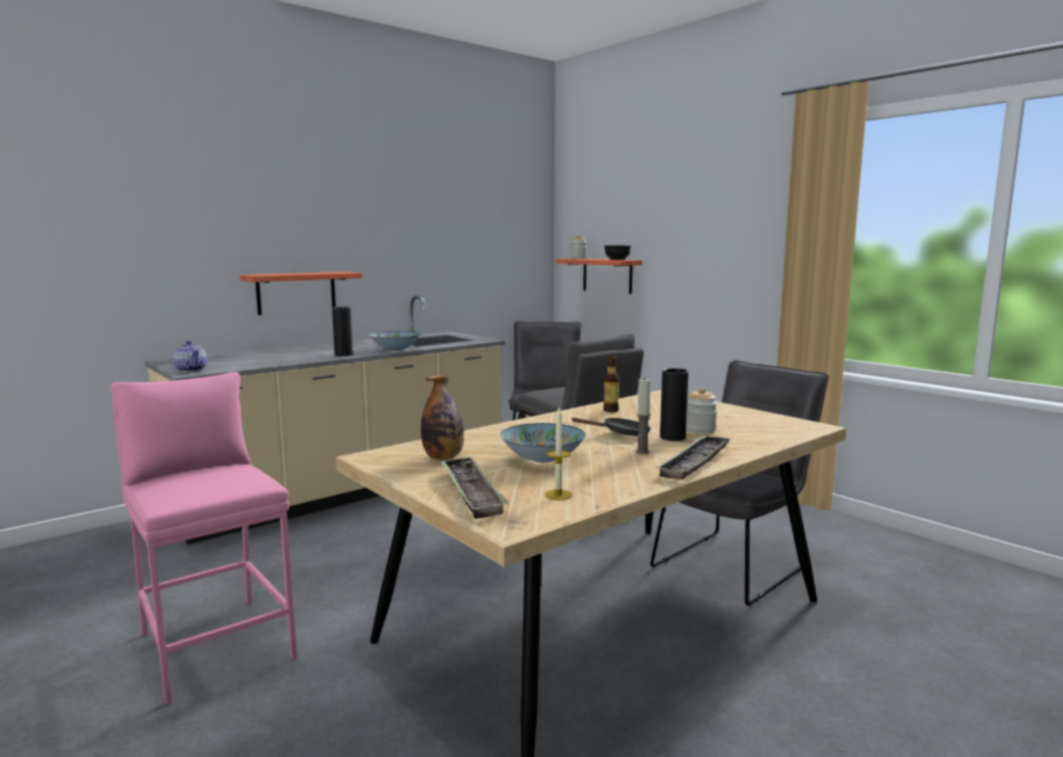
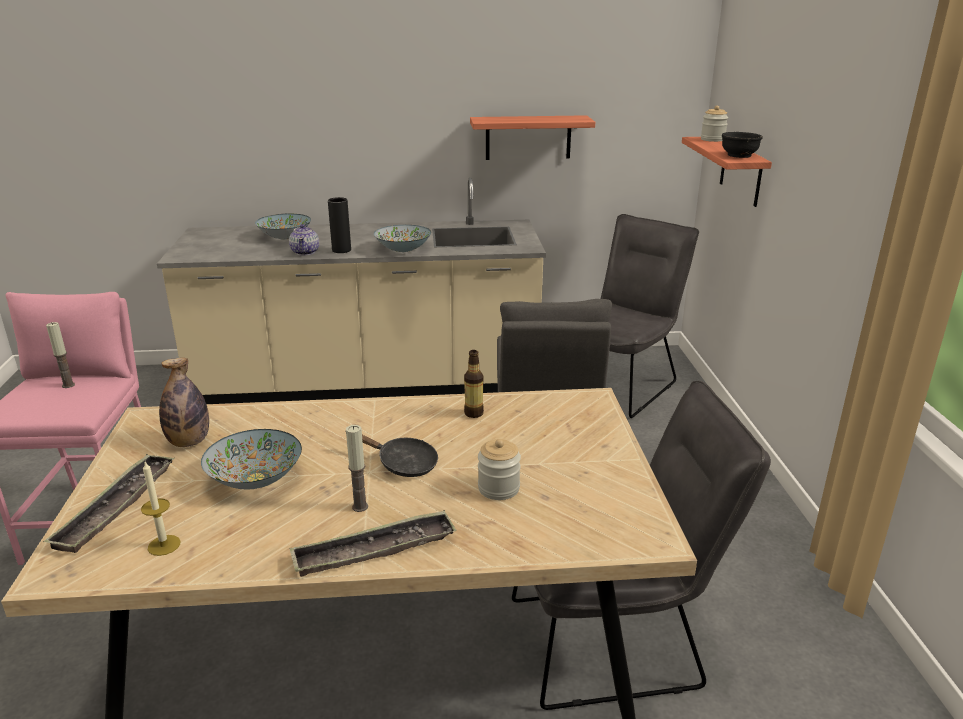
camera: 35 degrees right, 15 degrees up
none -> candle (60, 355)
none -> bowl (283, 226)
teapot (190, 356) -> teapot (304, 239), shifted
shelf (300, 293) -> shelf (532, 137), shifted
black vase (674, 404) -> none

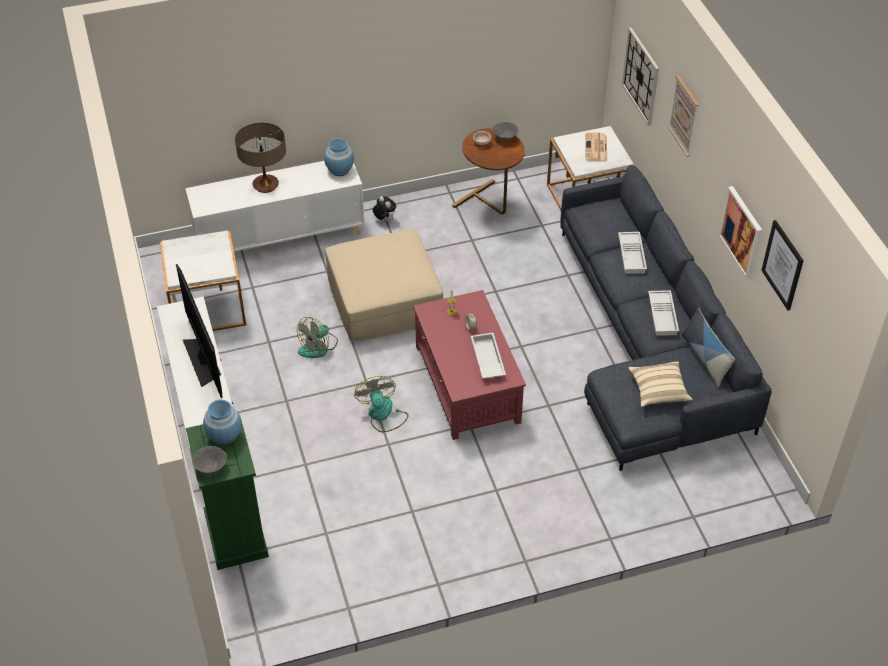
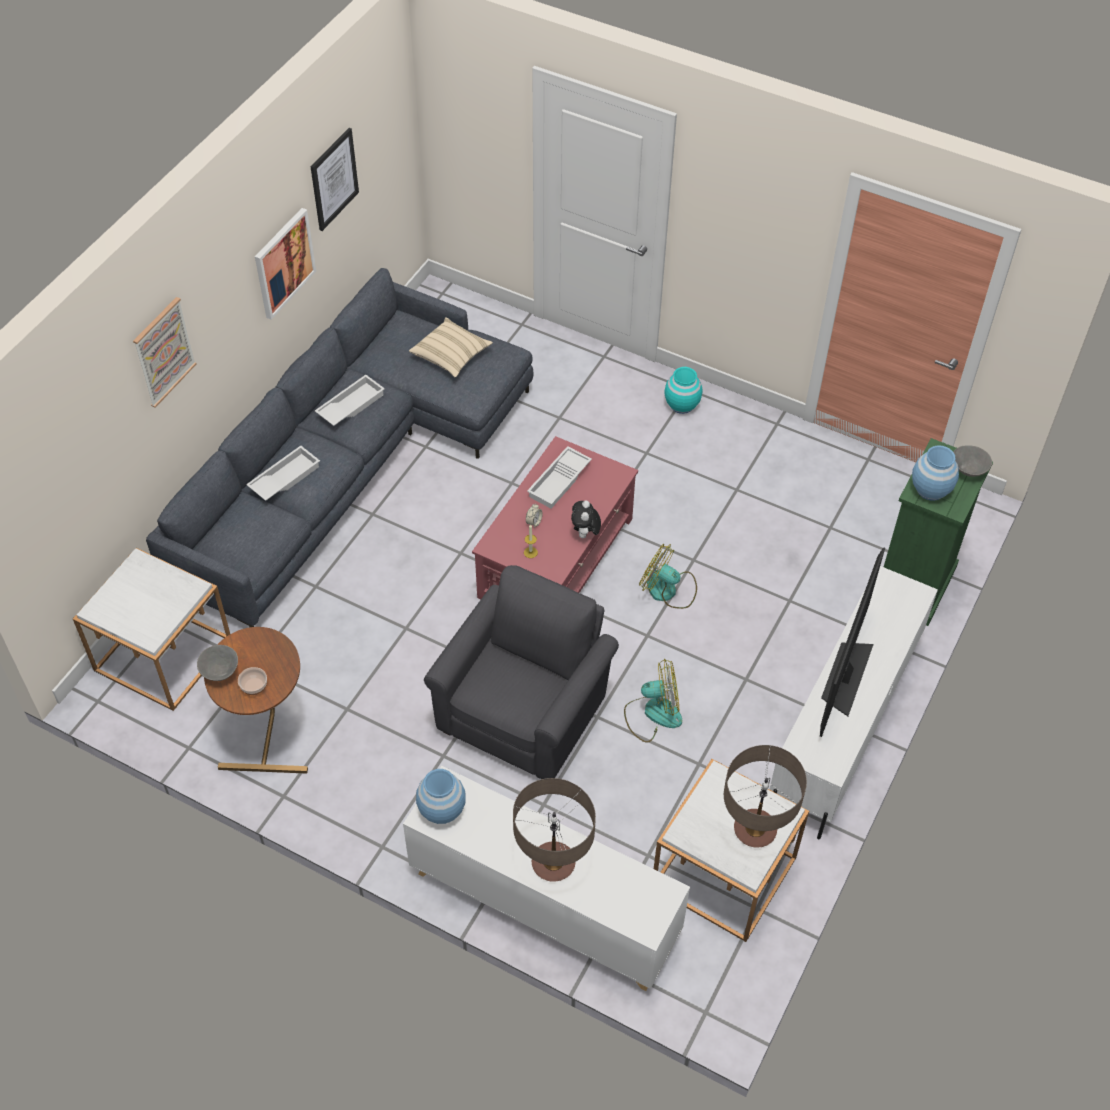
camera: 135 degrees left, 5 degrees up
beige ottoman (384, 285) -> grey armchair (521, 672)
plush toy (384, 208) -> plush toy (586, 519), shifted
fan (381, 404) -> fan (668, 576), 90 degrees clockwise
none -> turquoise vase (683, 390)
none -> table lamp (765, 796)
newspaper (596, 146) -> none
wall clock (640, 77) -> none
pillow (708, 347) -> none

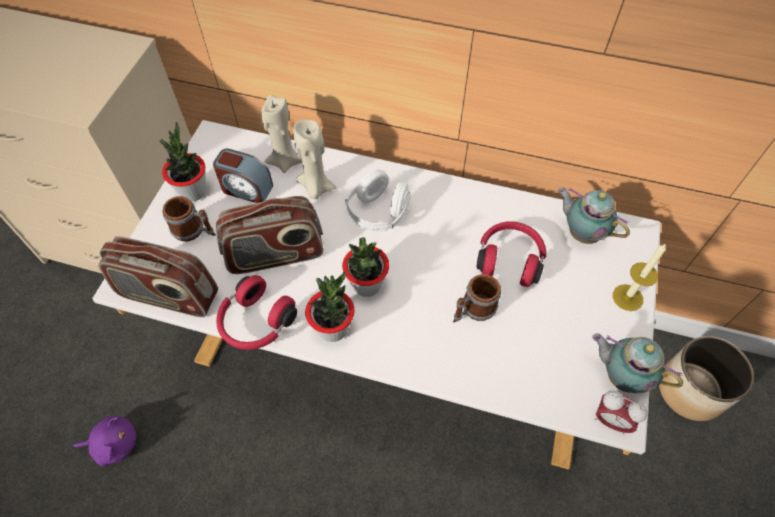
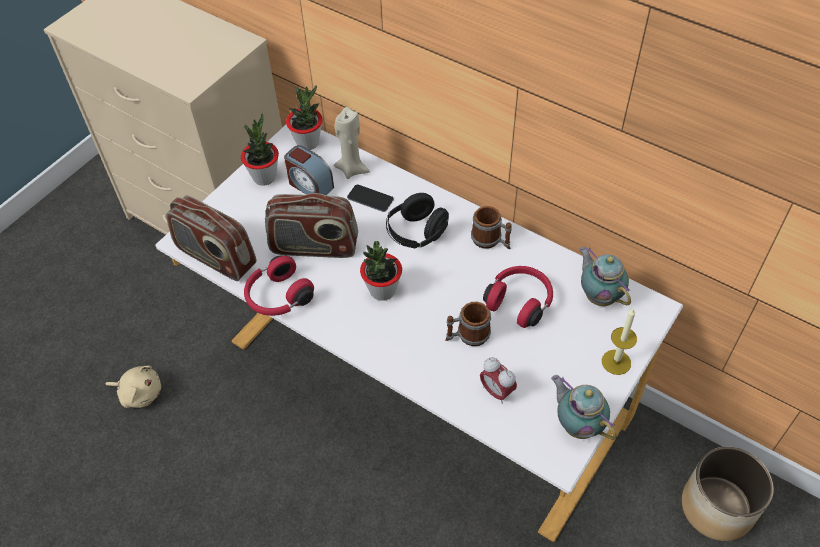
camera: 20 degrees right, 5 degrees down
purple plush toy (104, 440) -> beige plush toy (133, 387)
potted plant (329, 306) -> potted plant (304, 118), shifted
beige candle (314, 159) -> phone (370, 198)
white headphones (378, 200) -> black headphones (417, 221)
mug (189, 218) -> mug (491, 227), shifted
alarm clock (621, 412) -> alarm clock (498, 380), shifted

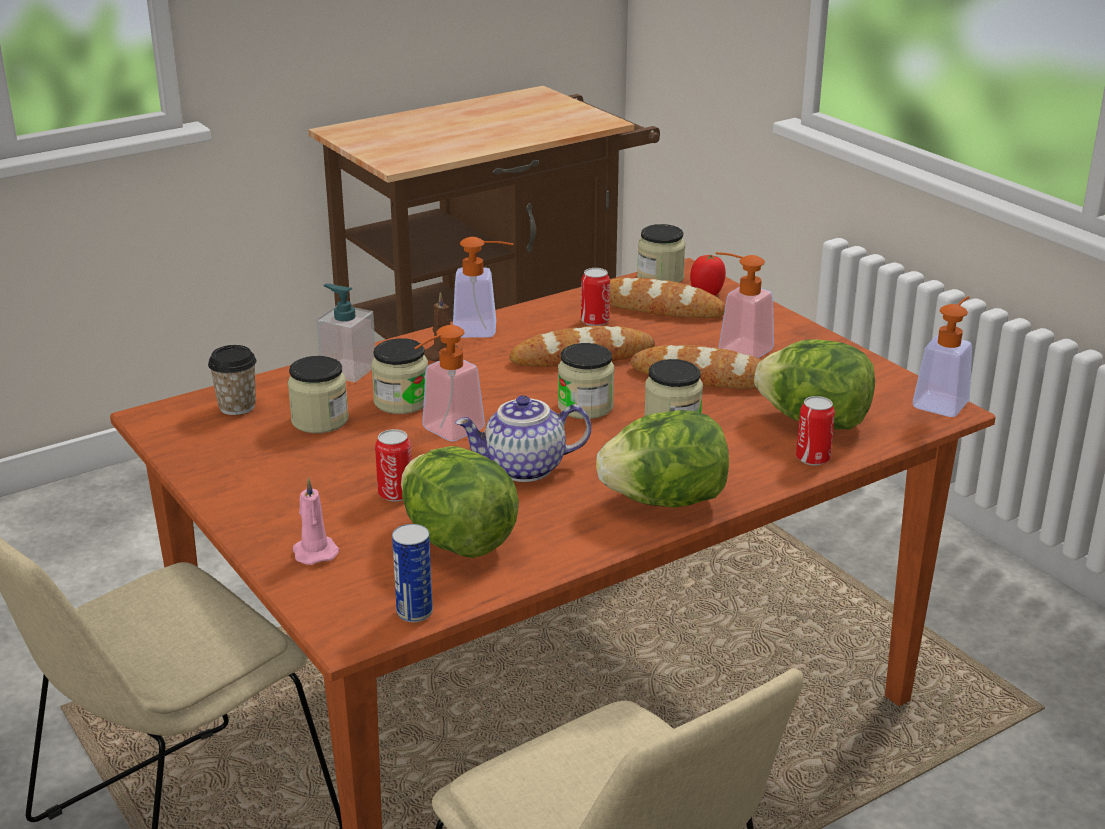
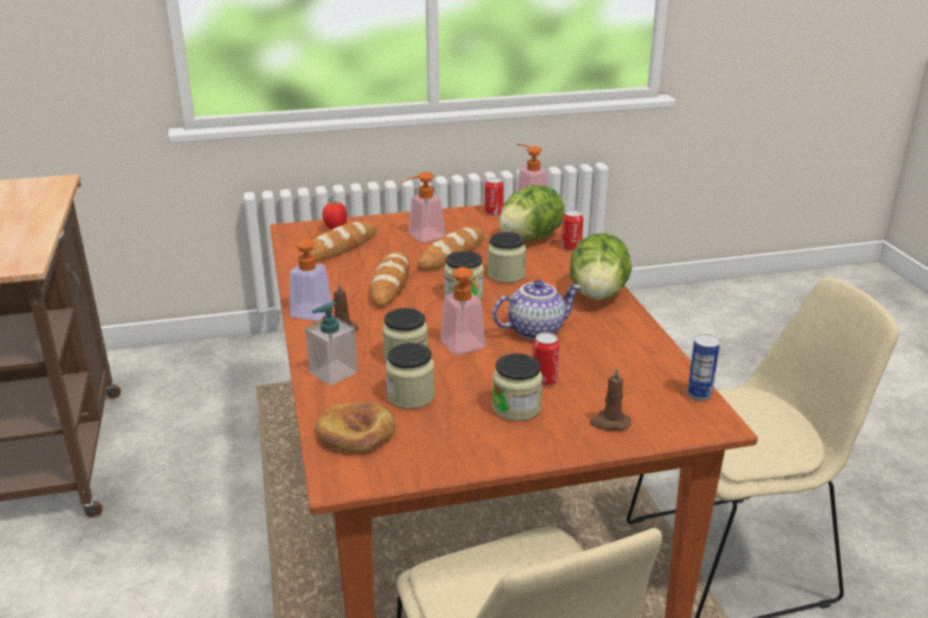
camera: 70 degrees left, 0 degrees up
cup (232, 380) -> bread (355, 427)
can (595, 297) -> can (494, 196), shifted
teapot (523, 438) -> teapot (536, 310), 120 degrees counterclockwise
jar (661, 253) -> jar (517, 387), shifted
pink candle (316, 521) -> brown candle (610, 399)
lettuce (460, 502) -> none

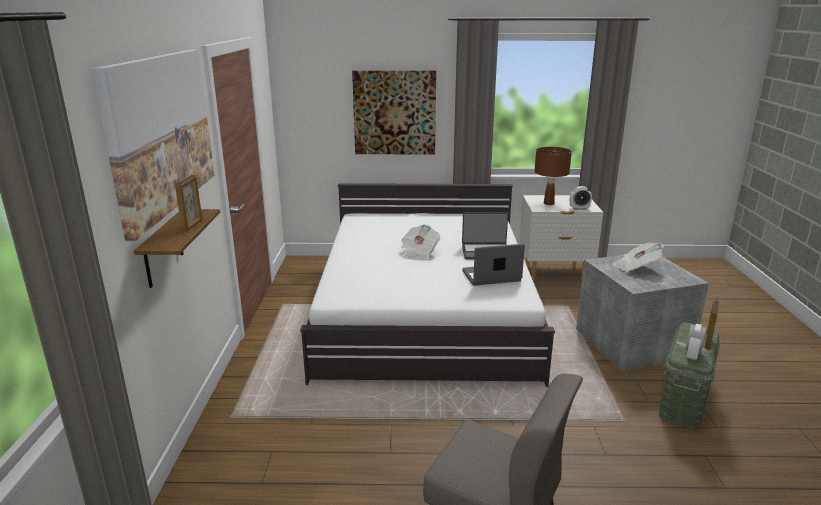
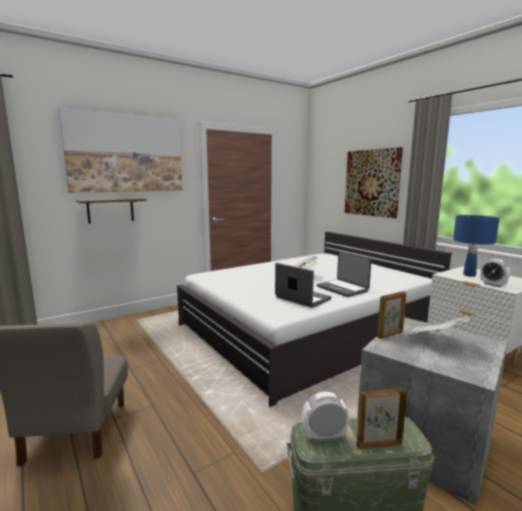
camera: 55 degrees right, 10 degrees down
picture frame (188, 203) -> picture frame (391, 315), shifted
brown table lamp (553, 176) -> blue table lamp (476, 246)

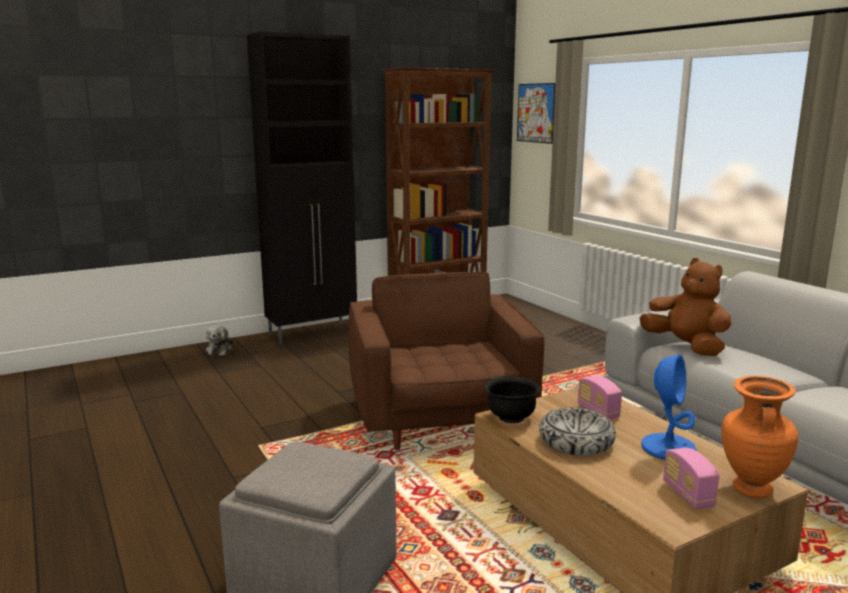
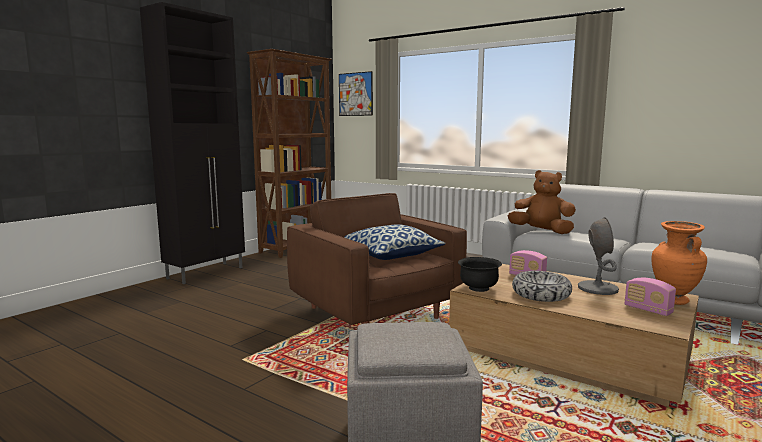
camera: 25 degrees left, 5 degrees down
none -> pillow (395, 242)
blue table lamp (668, 407) -> grey table lamp (598, 256)
plush toy (219, 340) -> none

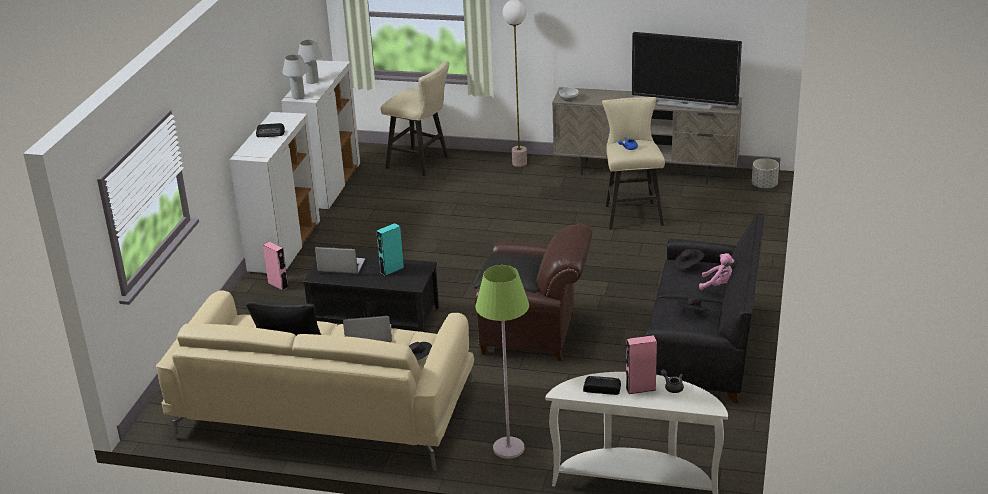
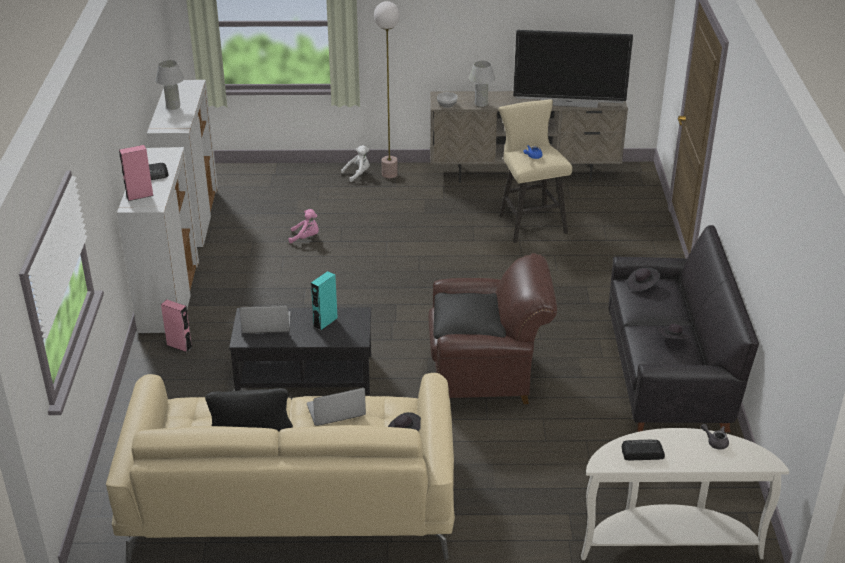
camera: 15 degrees left, 5 degrees up
pink speaker (641, 364) -> pink speaker (136, 173), shifted
pink plush toy (716, 271) -> pink plush toy (303, 226), shifted
none -> white plush toy (355, 163)
white table lamp (295, 76) -> white table lamp (482, 84), shifted
beige stool (415, 118) -> none
green floor lamp (502, 362) -> none
grey planter (765, 173) -> none

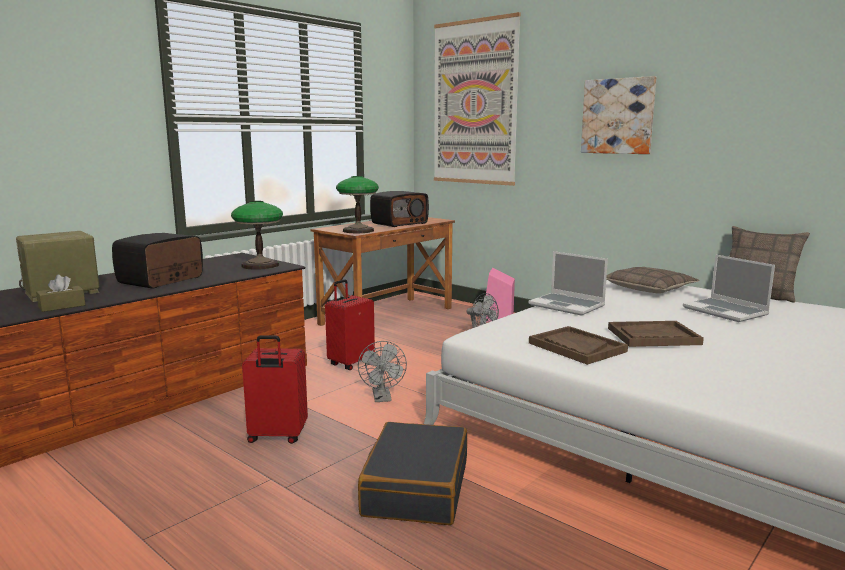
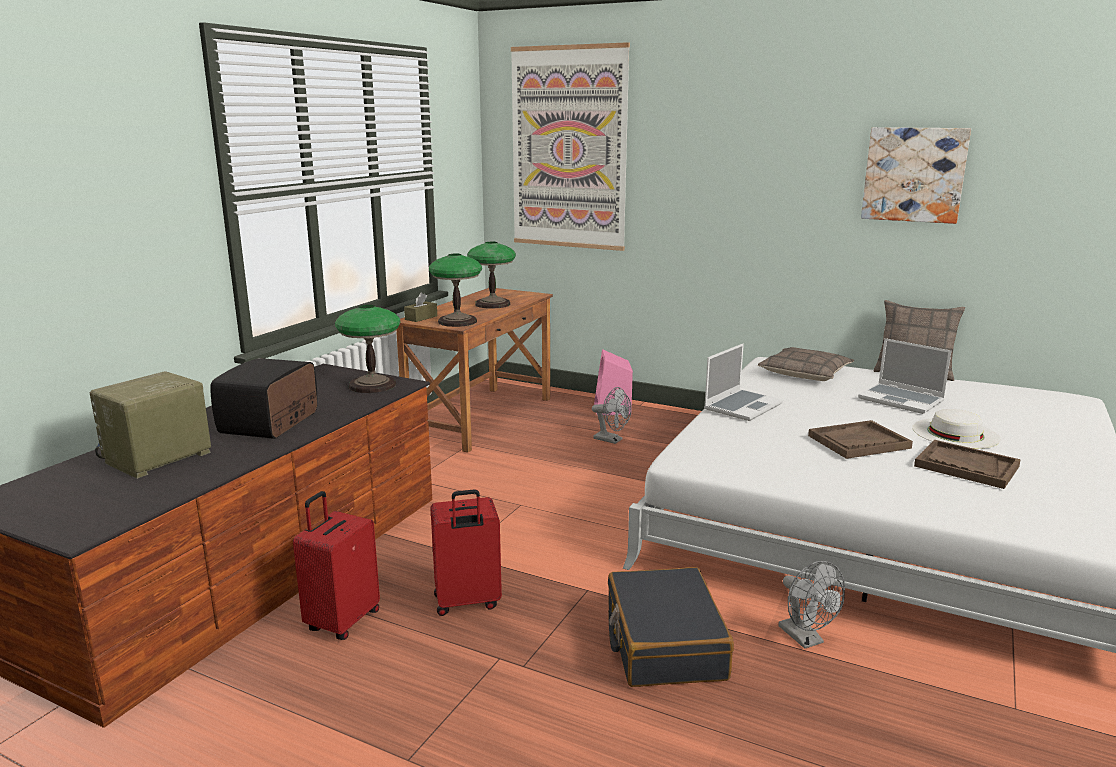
camera: 15 degrees left, 5 degrees up
red suitcase (350, 324) -> red suitcase (336, 565), shifted
brown tissue box (60, 293) -> brown tissue box (420, 307), shifted
radio (399, 209) -> table lamp (491, 275)
laptop (568, 283) -> laptop (743, 382), 75 degrees counterclockwise
grey fan (382, 371) -> grey fan (812, 605), shifted
picture (618, 115) -> picture (916, 175), shifted
none -> white hat (956, 429)
brown tray (578, 345) -> brown tray (967, 464), shifted

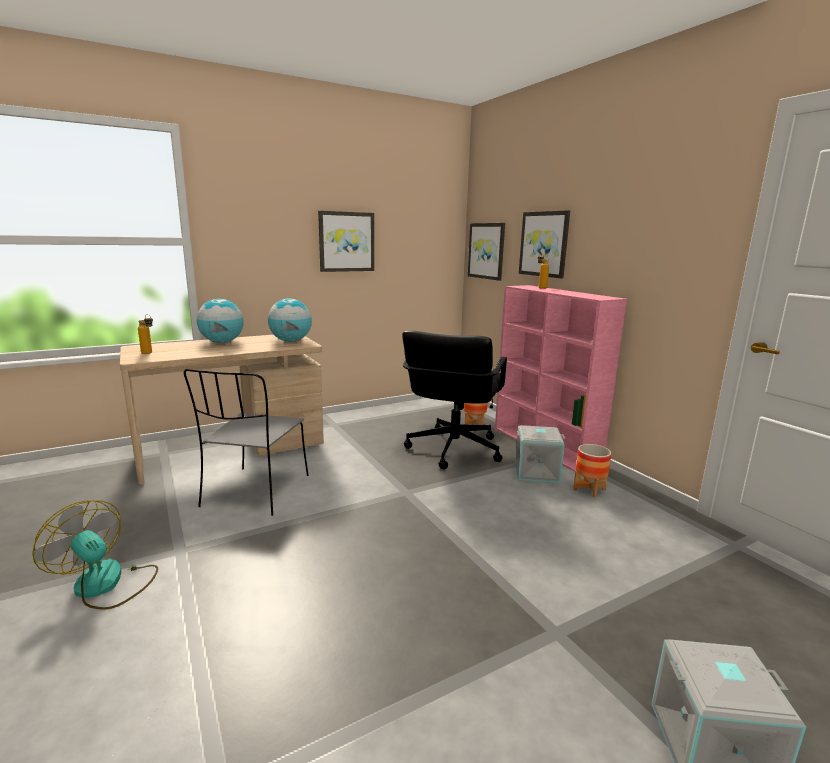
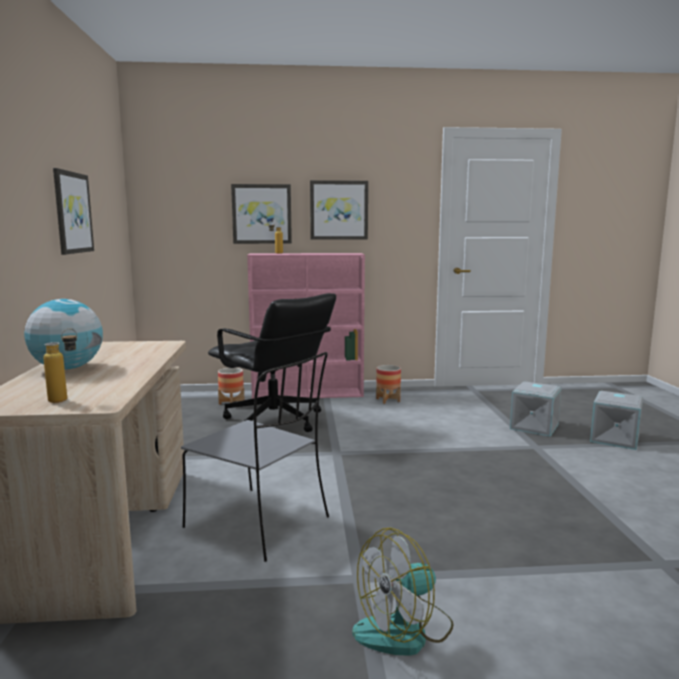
camera: 65 degrees left, 5 degrees down
picture (486, 252) -> picture (339, 210), shifted
grey storage box (540, 454) -> grey storage box (535, 409), shifted
globe (290, 320) -> none

